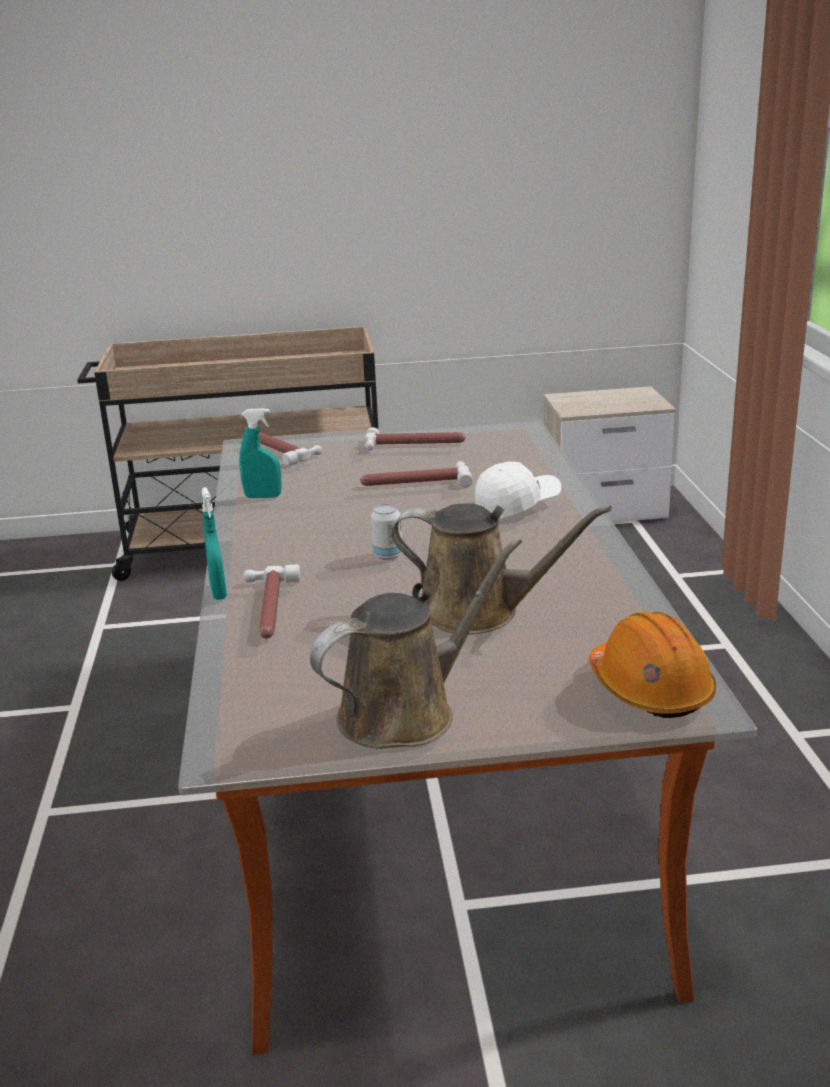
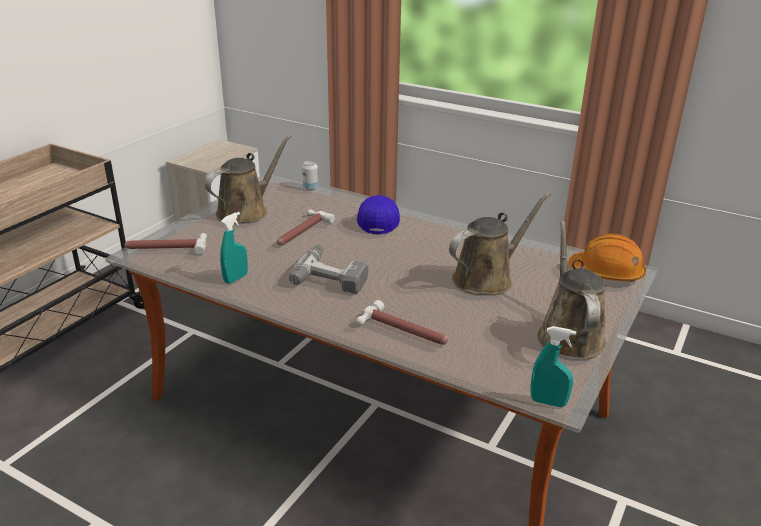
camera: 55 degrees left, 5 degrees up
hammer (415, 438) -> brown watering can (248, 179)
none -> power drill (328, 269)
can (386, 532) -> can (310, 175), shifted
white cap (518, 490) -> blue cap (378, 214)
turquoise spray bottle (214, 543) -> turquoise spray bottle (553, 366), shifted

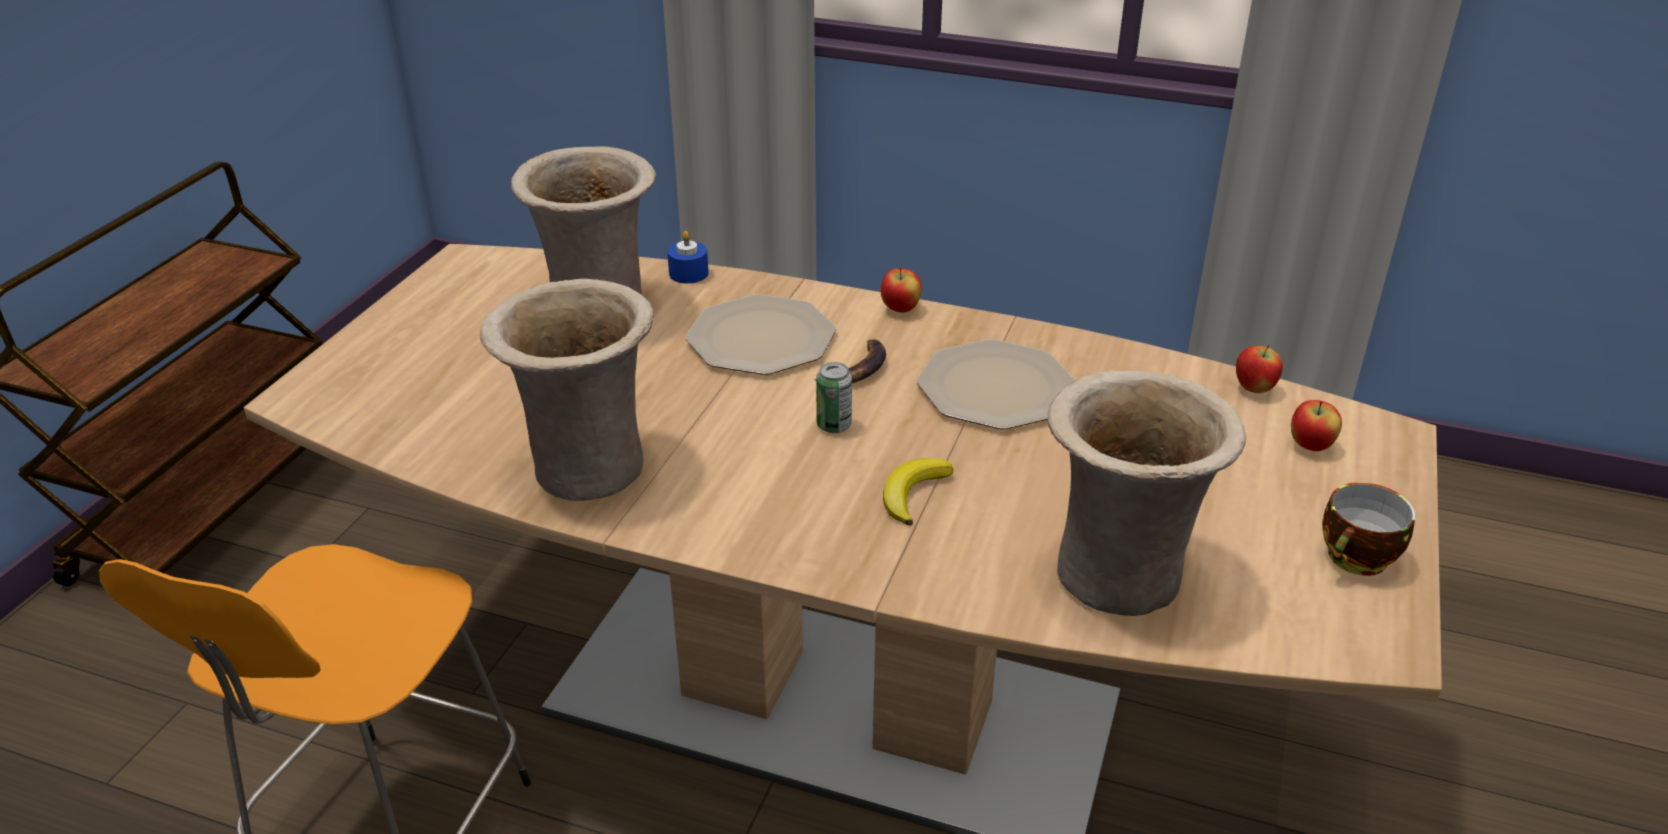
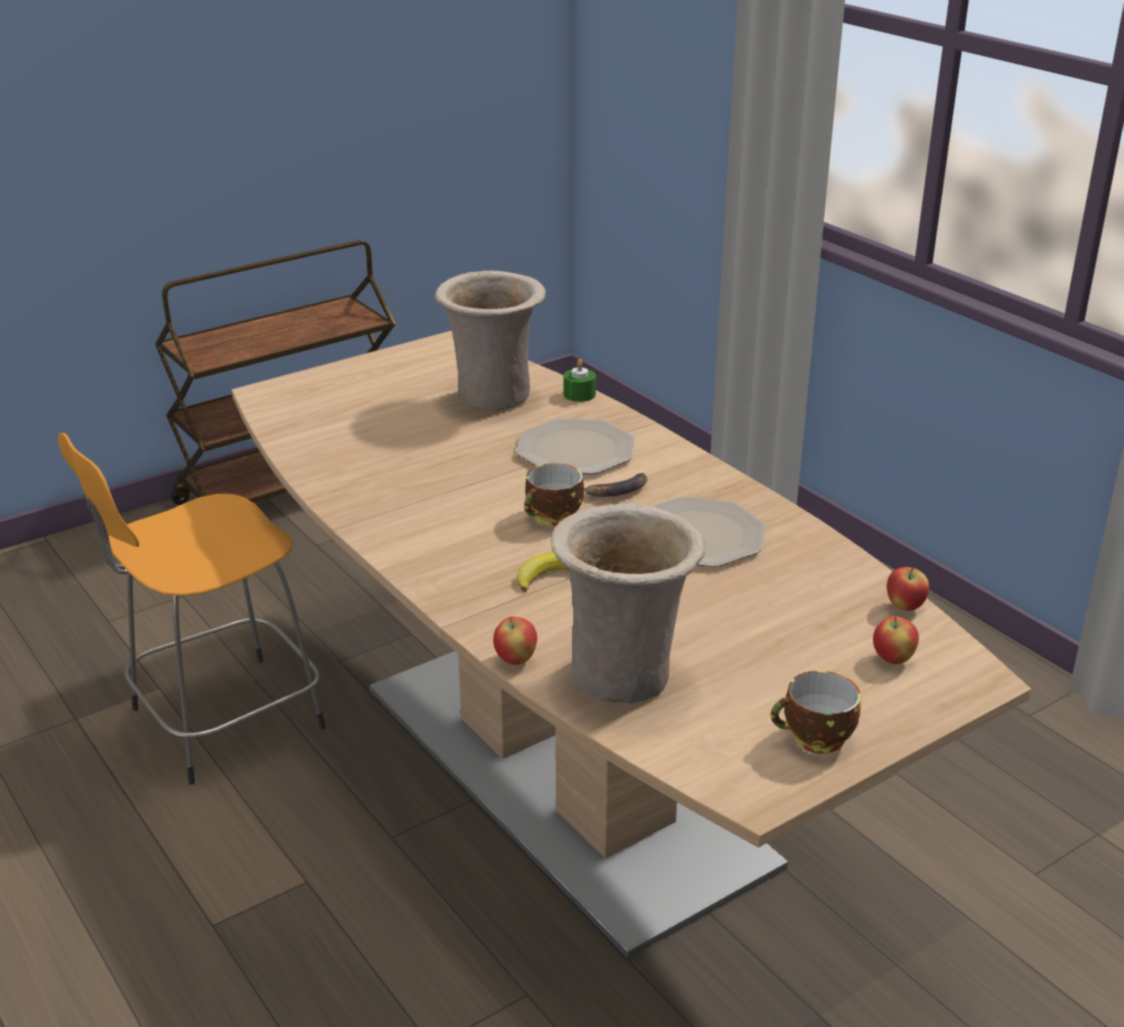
camera: 35 degrees right, 5 degrees down
apple (901, 290) -> apple (515, 641), shifted
can (834, 397) -> cup (554, 494)
blue candle (688, 257) -> green candle (580, 380)
beige vase (567, 390) -> none

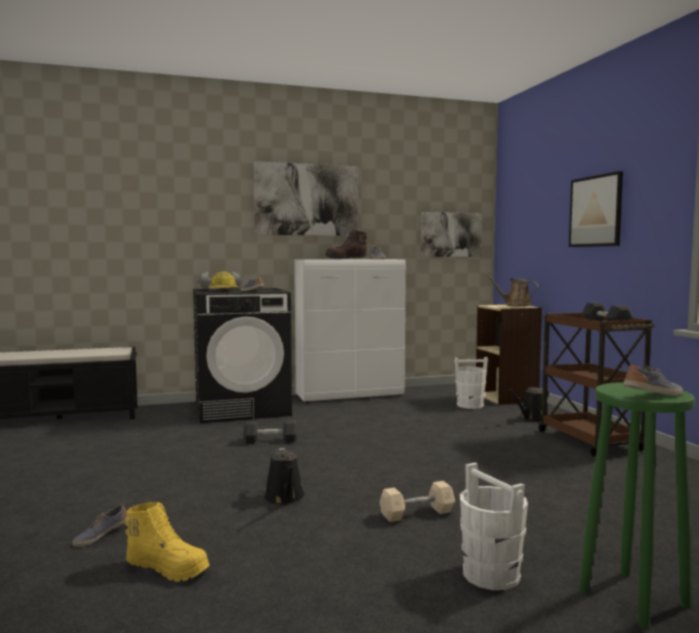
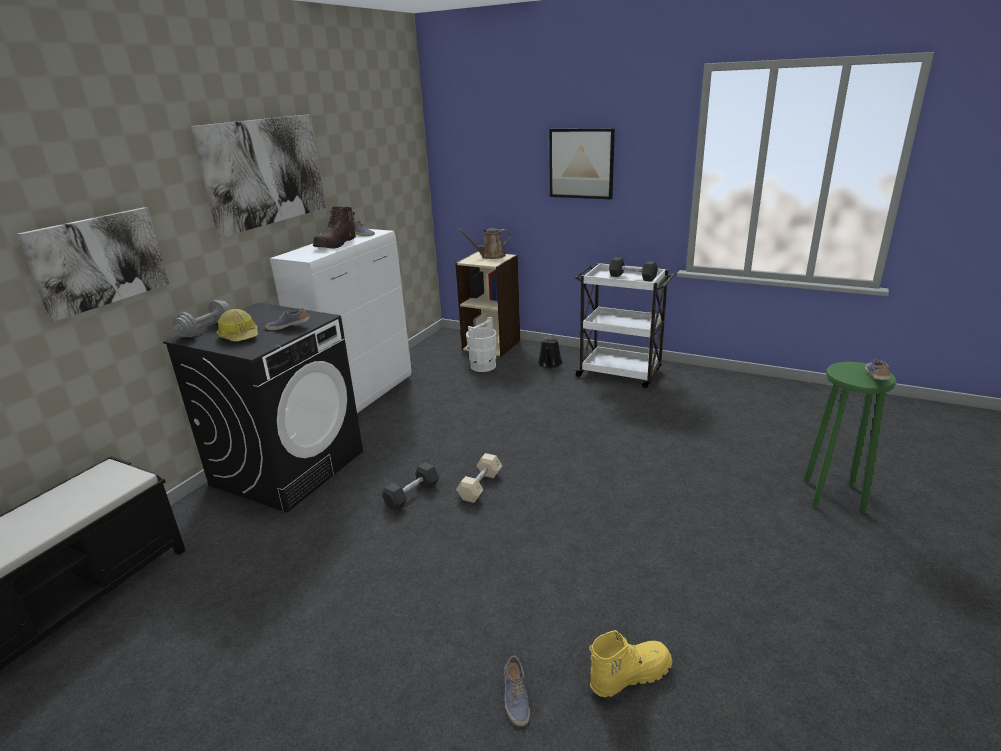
camera: 45 degrees left, 20 degrees up
picture (451, 234) -> picture (93, 264), shifted
beige dumbbell (417, 501) -> beige dumbbell (479, 478), shifted
brown cart (597, 385) -> white cart (624, 325)
black watering can (284, 476) -> none
white bucket (494, 526) -> none

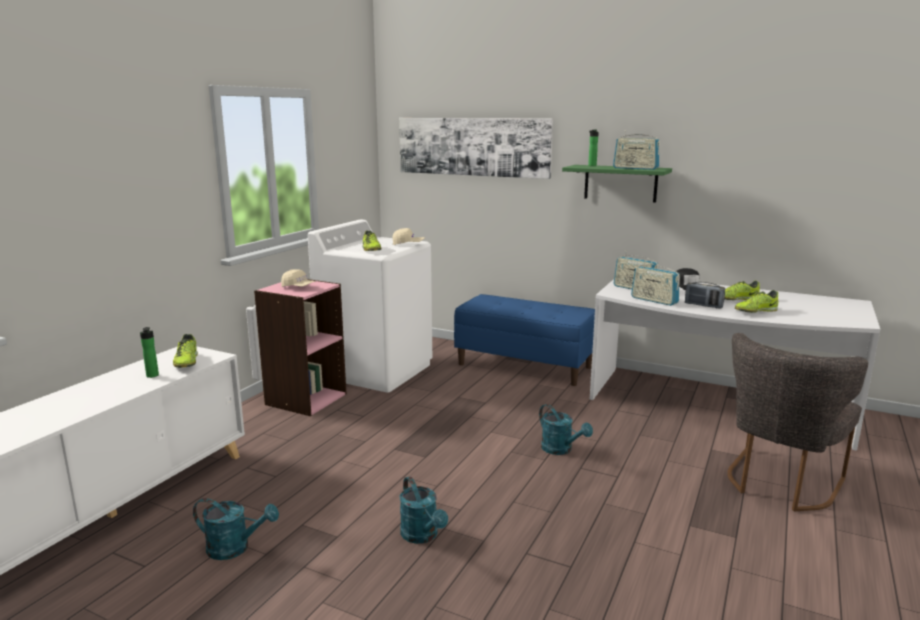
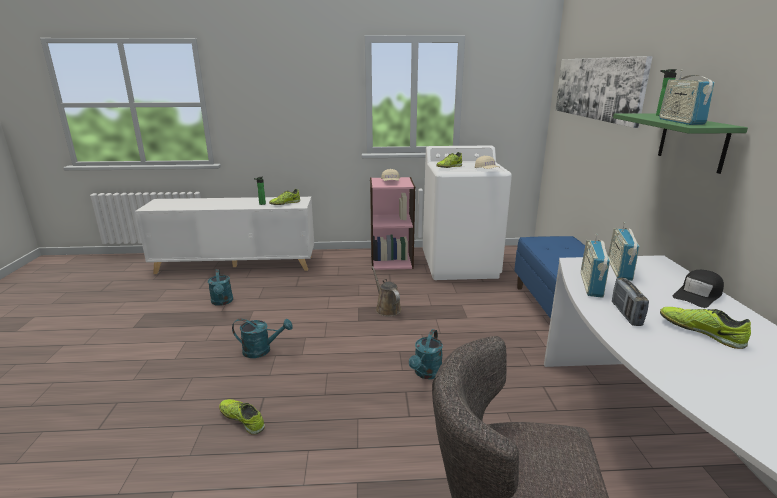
camera: 60 degrees right, 5 degrees up
shoe (756, 301) -> shoe (242, 417), shifted
turquoise watering can (424, 510) -> turquoise watering can (262, 338), 120 degrees counterclockwise
none -> brown watering can (386, 291)

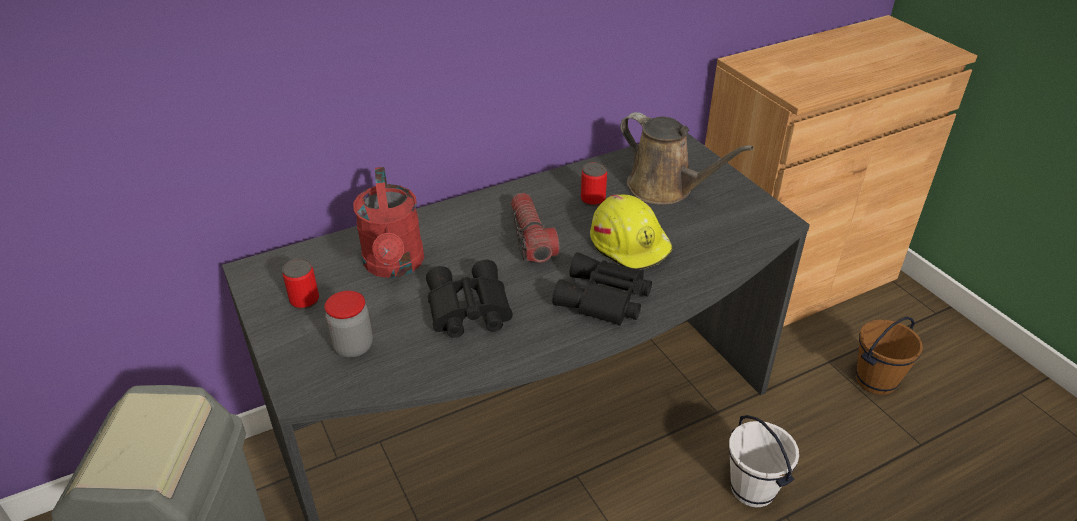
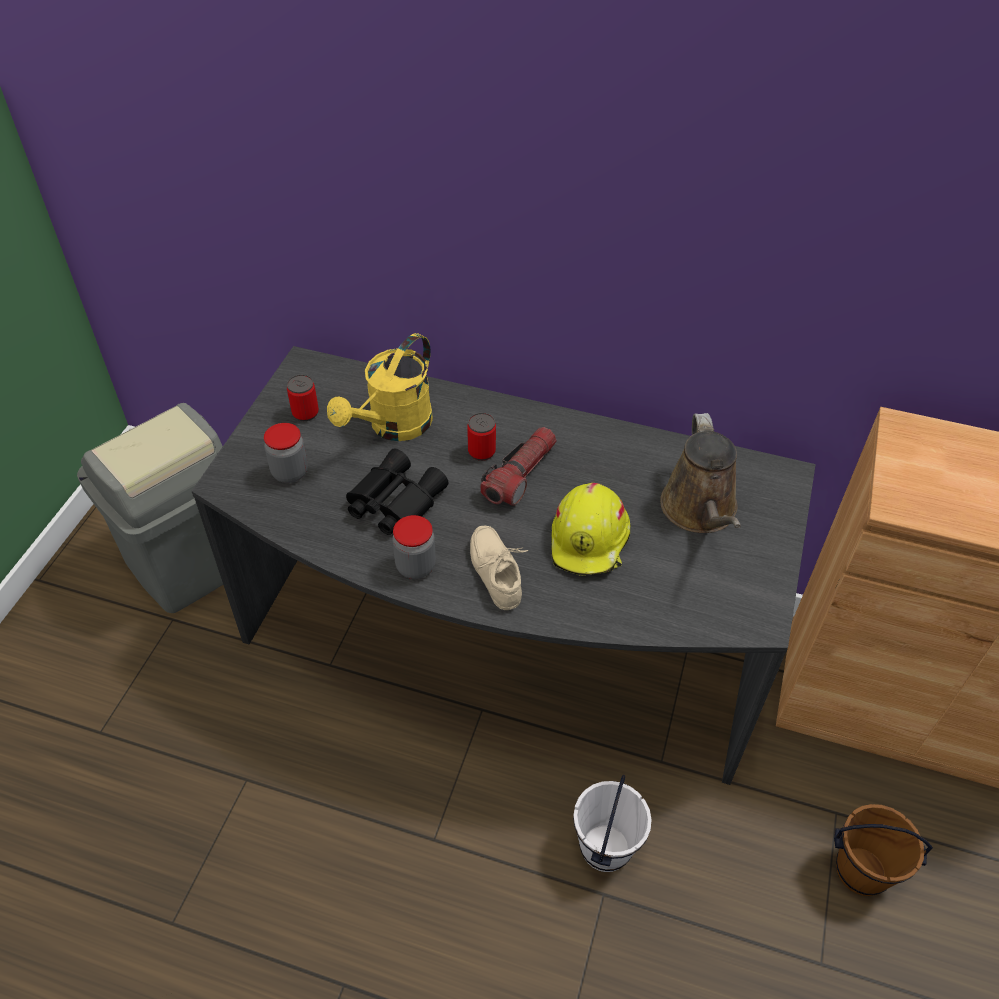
camera: 45 degrees right, 10 degrees up
red watering can (388, 222) -> yellow watering can (380, 387)
none -> jar (414, 547)
can (594, 184) -> can (481, 437), shifted
black binoculars (602, 289) -> beige shoe (499, 568)

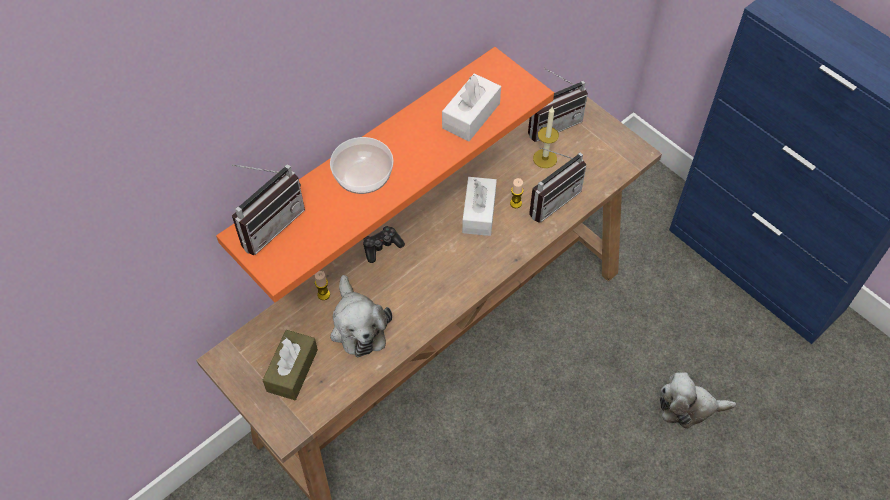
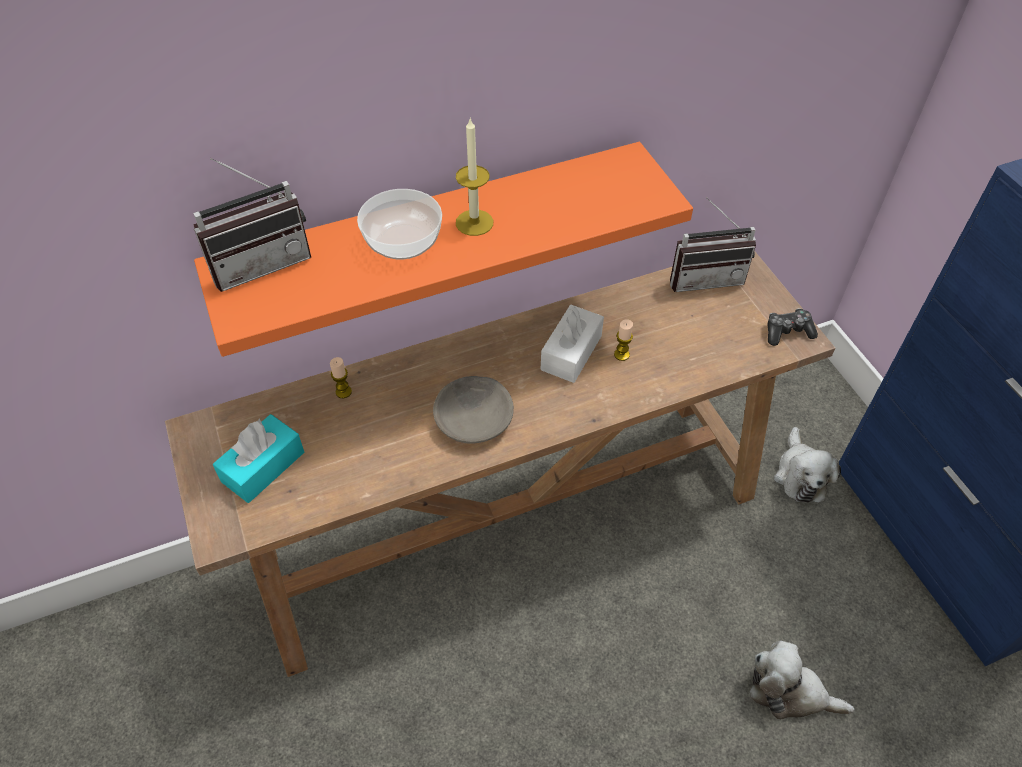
camera: 20 degrees right, 5 degrees down
brown tissue box (290, 365) -> turquoise tissue box (258, 458)
none -> grey bowl (473, 409)
candle (546, 137) -> candle (474, 177), shifted
game controller (384, 244) -> game controller (792, 327), shifted
plush toy (361, 316) -> plush toy (807, 464), shifted
white tissue box (471, 108) -> none
radio (557, 185) -> none

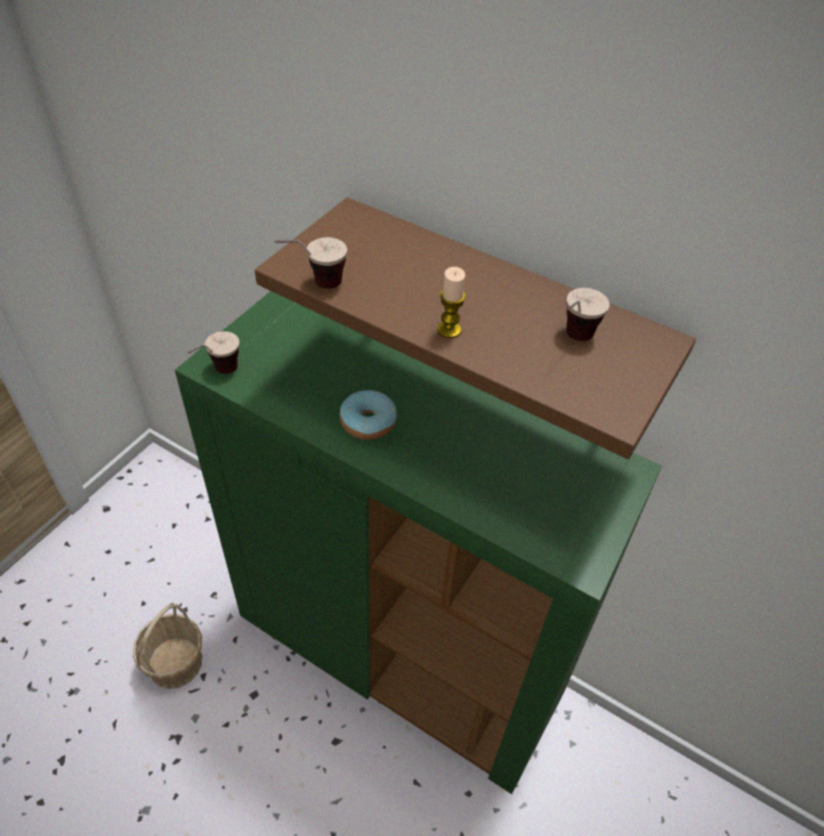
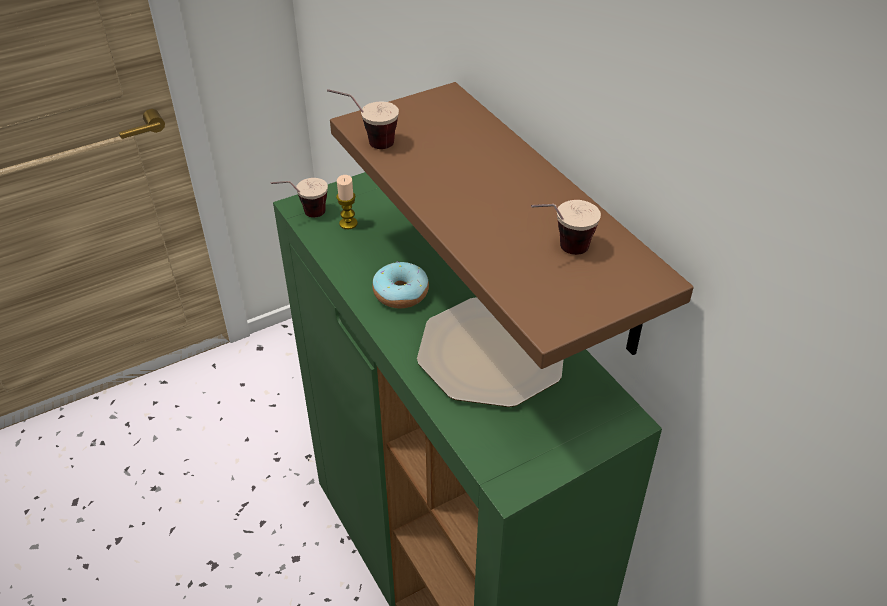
camera: 30 degrees right, 5 degrees down
candle (451, 302) -> candle (347, 202), shifted
none -> plate (490, 352)
basket (167, 646) -> none

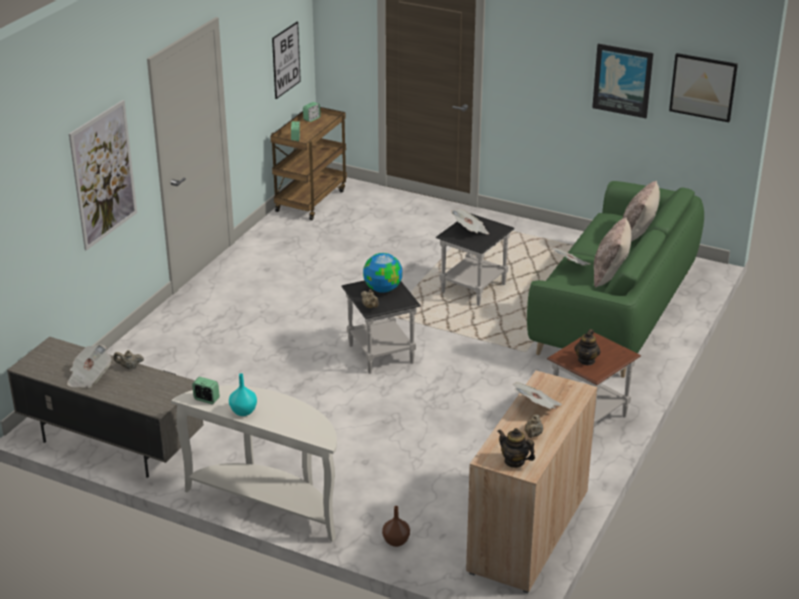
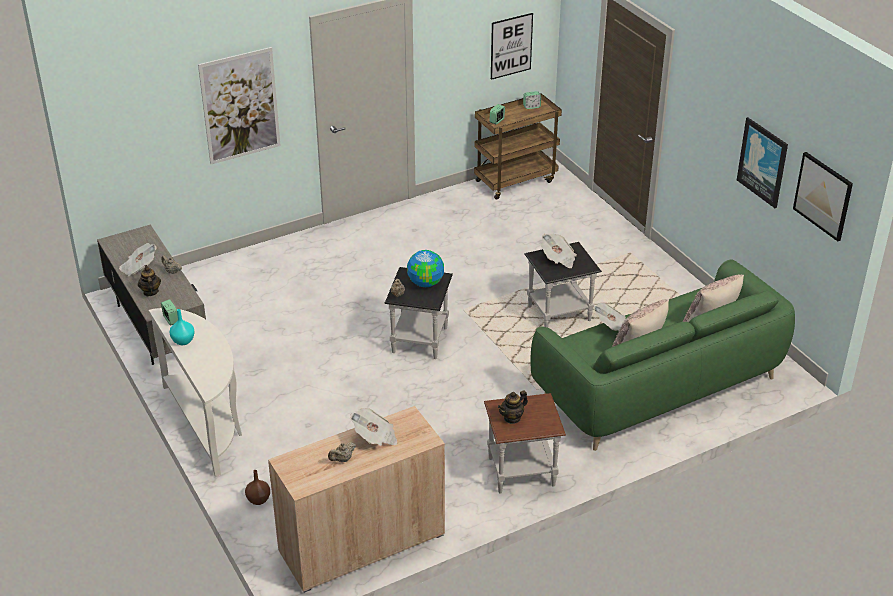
camera: 35 degrees right, 5 degrees up
teapot (516, 448) -> teapot (149, 280), shifted

